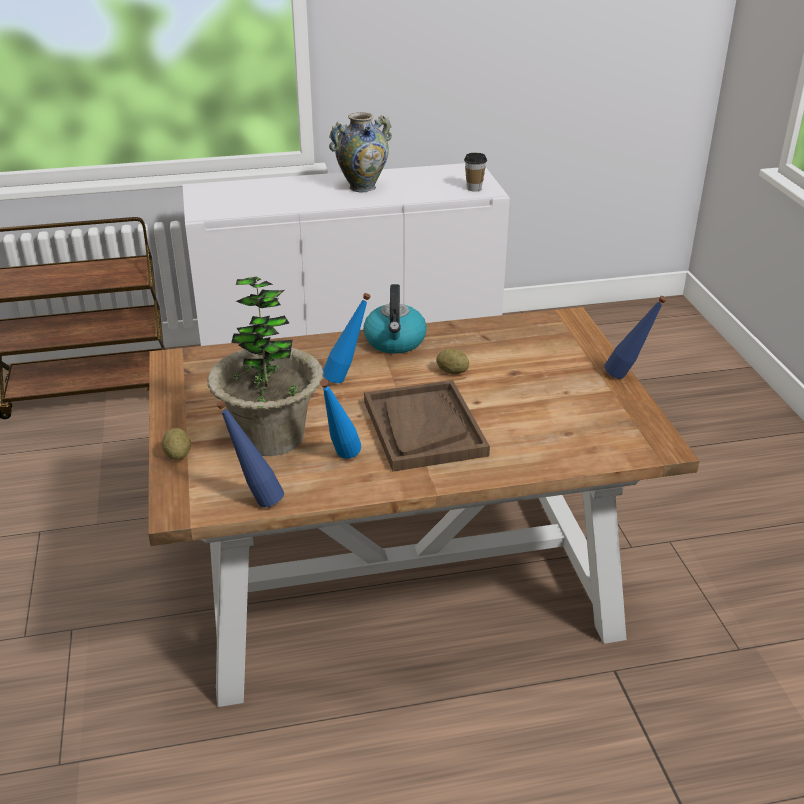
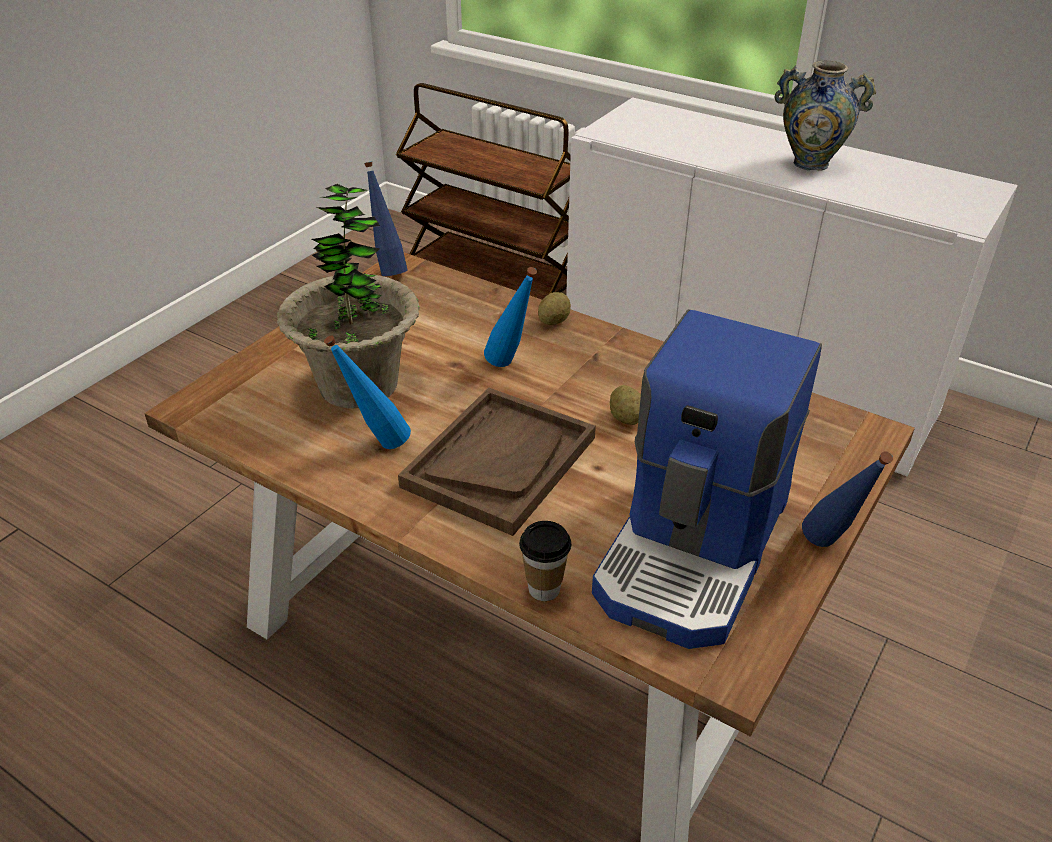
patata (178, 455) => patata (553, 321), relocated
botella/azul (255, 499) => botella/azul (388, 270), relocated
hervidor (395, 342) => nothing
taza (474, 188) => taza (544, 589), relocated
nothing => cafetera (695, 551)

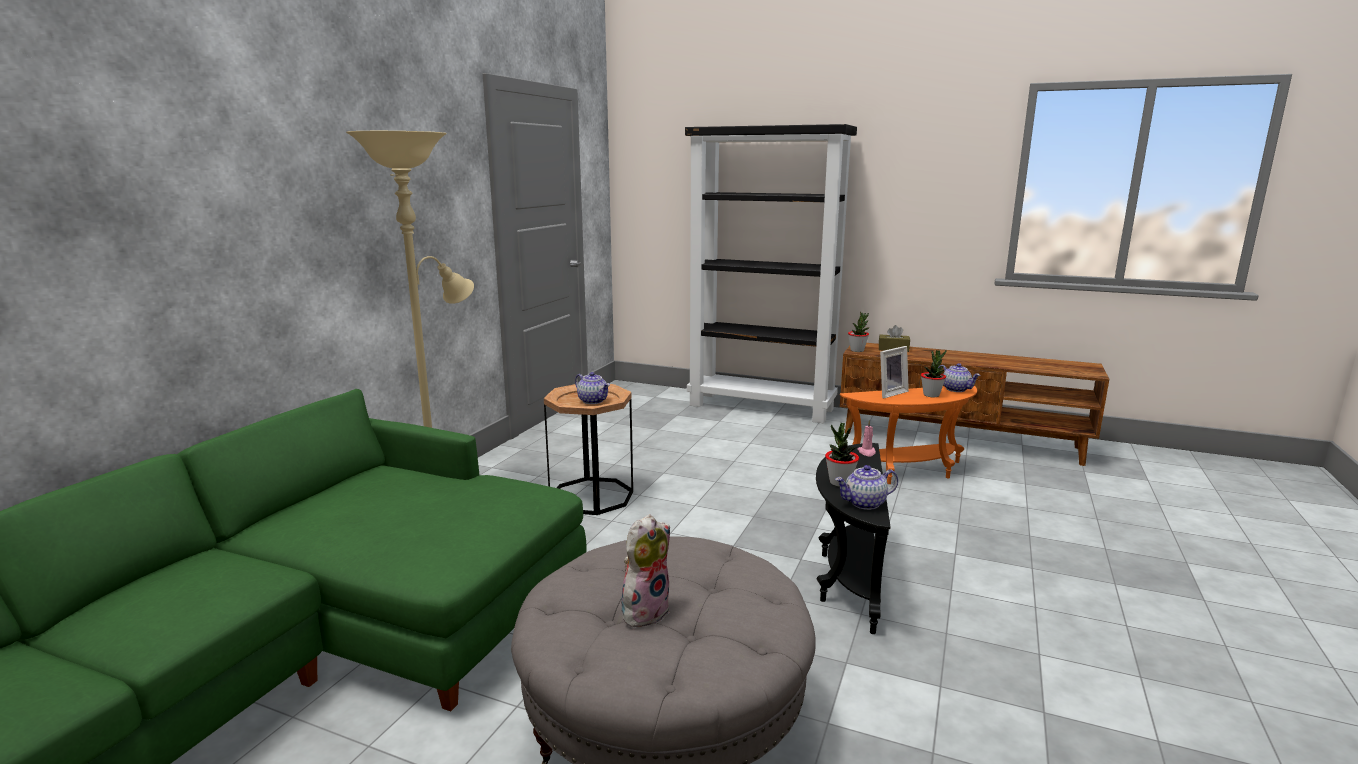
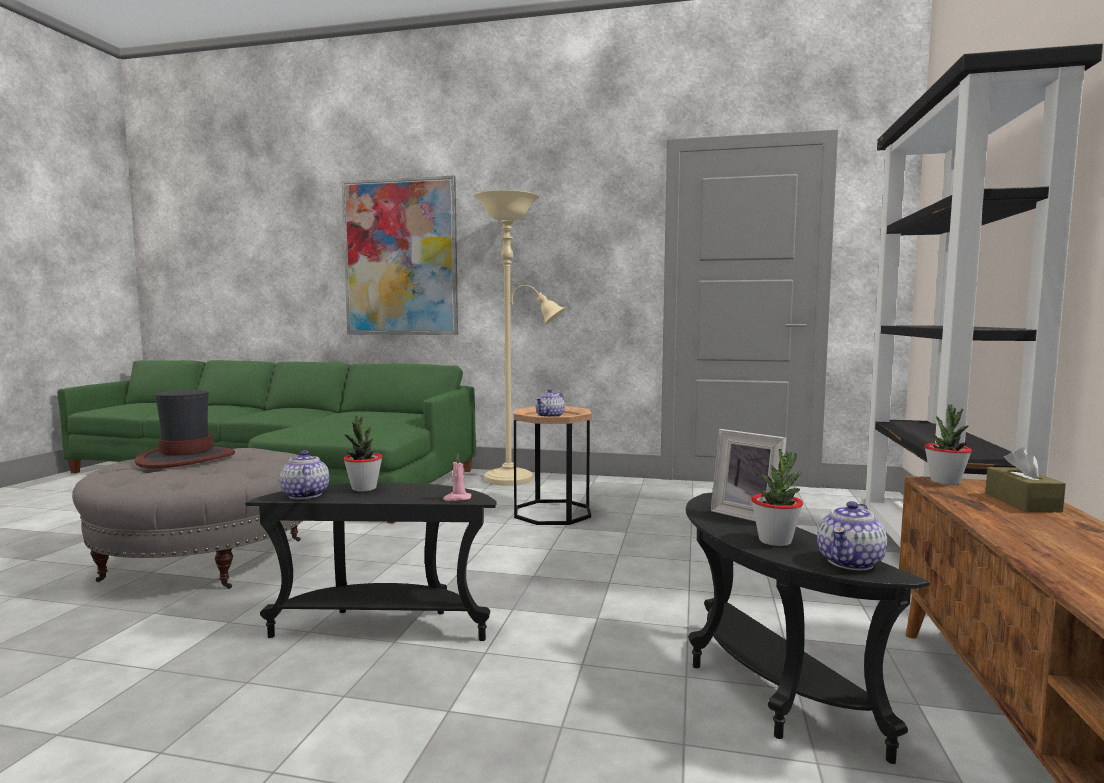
peluche (645, 611) => sombrero (186, 458)
mesa auxiliar/naranja (909, 473) => mesa auxiliar/negro (762, 690)
nothing => cuadro (400, 257)

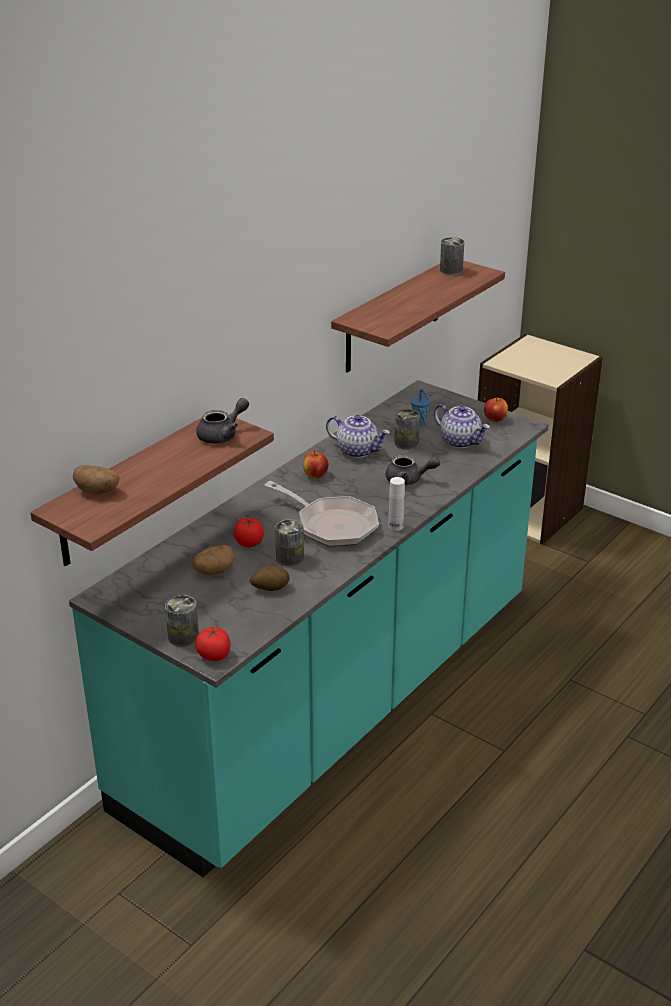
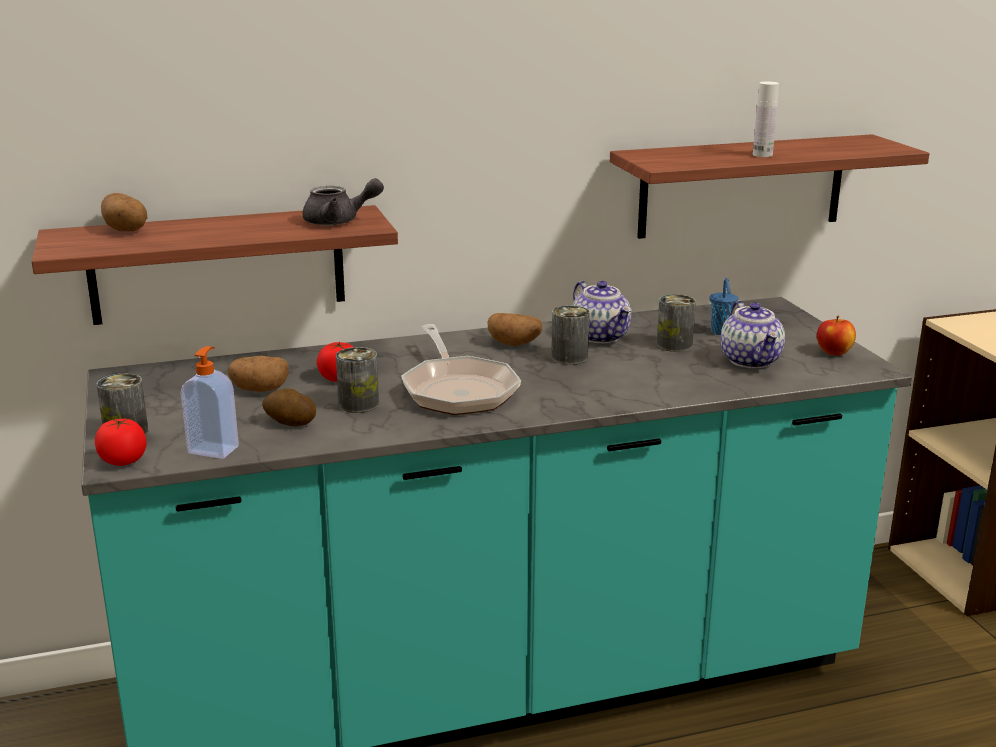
manzana (315, 475) => patata (514, 343)
tetera/gris (408, 480) => nothing
botella/blanco (395, 526) => botella/blanco (762, 155), relocated
lata (451, 270) => lata (569, 357), relocated
nothing => dispensador de jabón (214, 449)

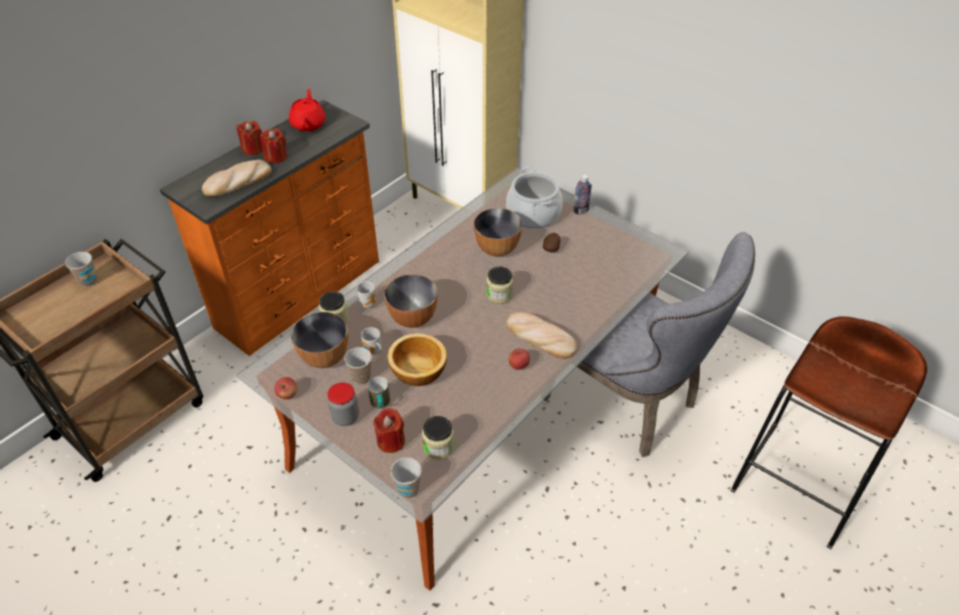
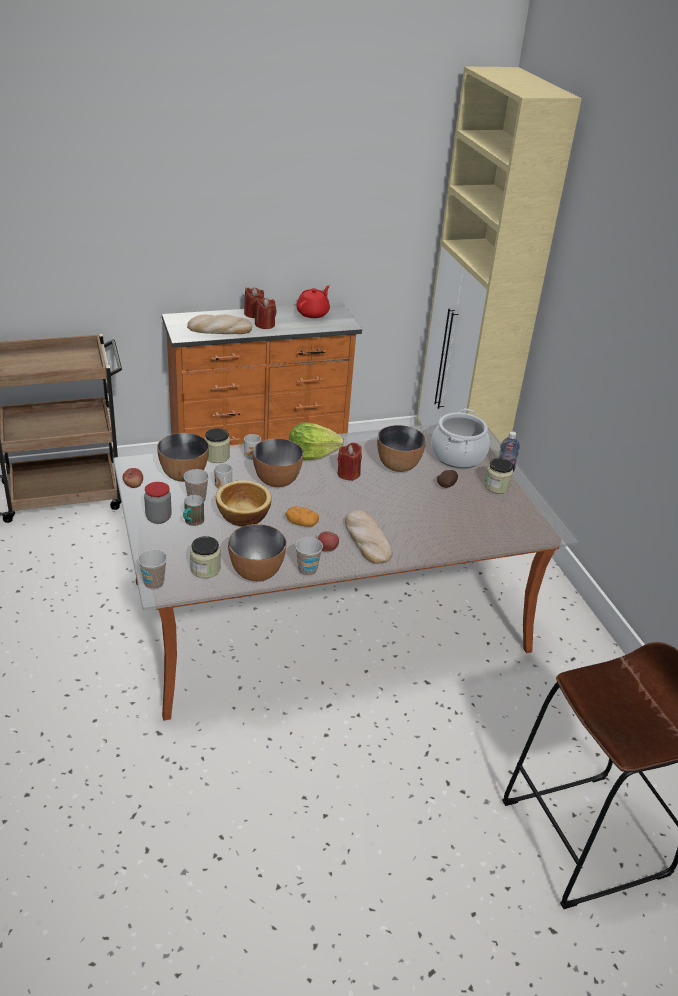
taza (88, 281) => taza (307, 570), relocated
vela/rojo (391, 441) => vela/rojo (348, 474), relocated
tarro (499, 294) => tarro (496, 486), relocated
silla/gris (629, 403) => nothing
nothing => cuenco (256, 573)
nothing => patata (301, 523)
nothing => lechuga (312, 453)

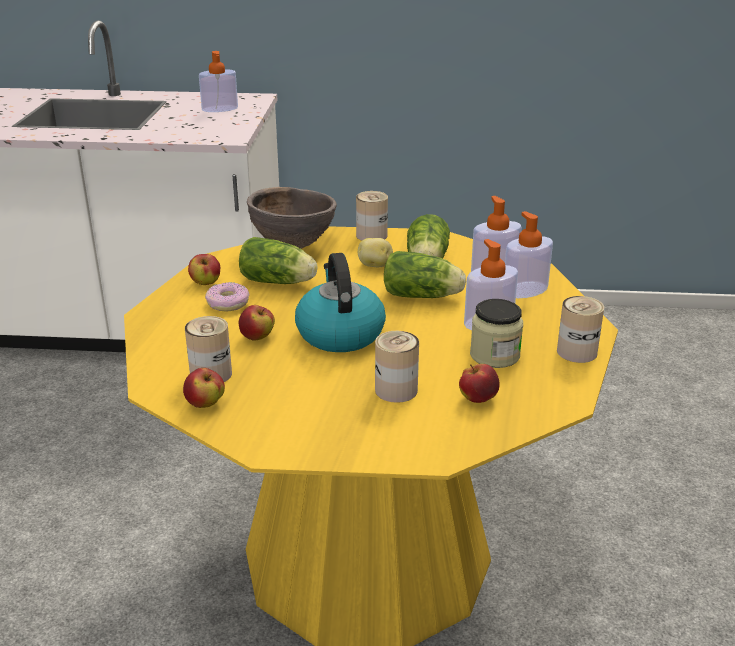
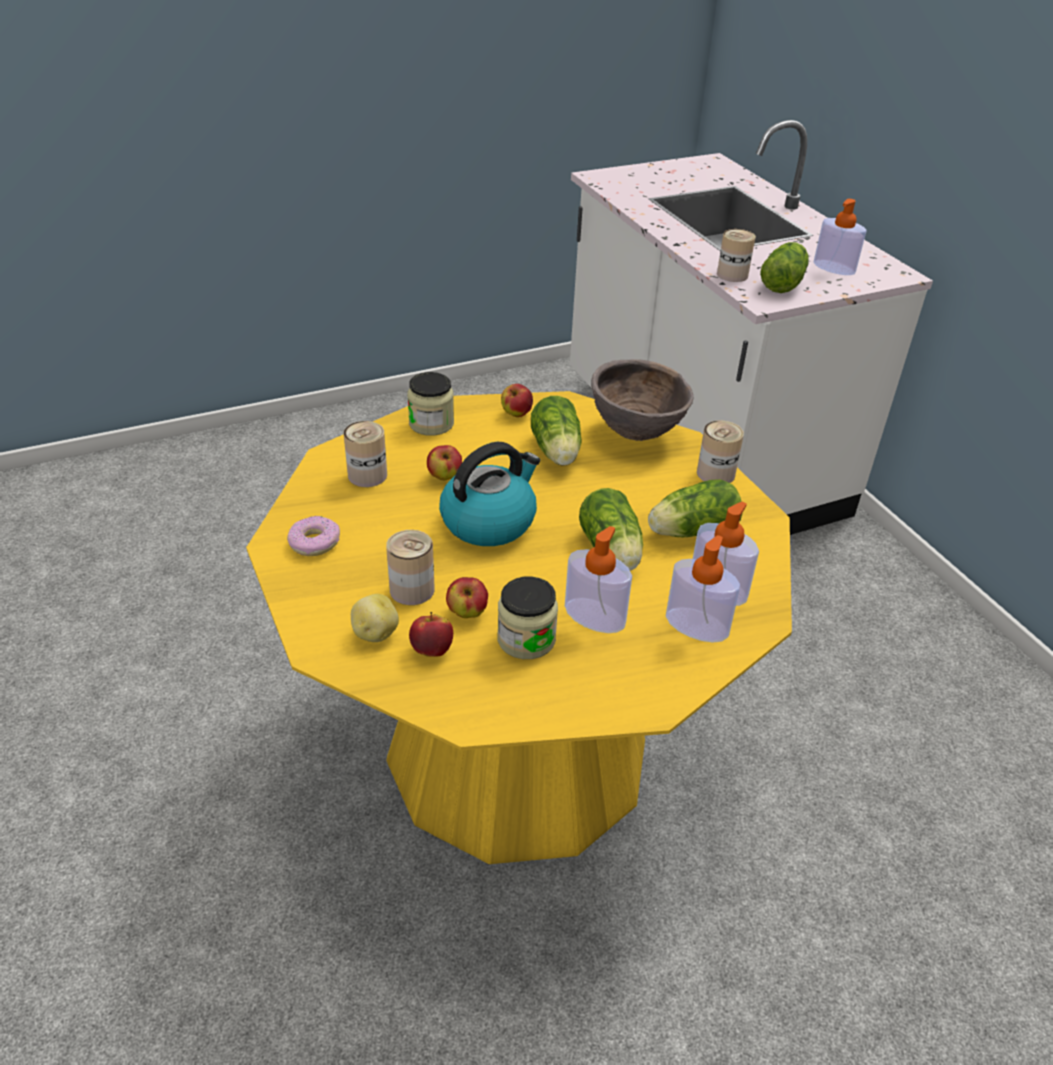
manzana (205, 404) => manzana (467, 612), relocated
rosquilla (227, 303) => rosquilla (314, 542), relocated
patata (375, 265) => patata (374, 633), relocated
lata (577, 352) => lata (732, 275), relocated
nothing => tarro (431, 423)
nothing => lechuga (783, 282)

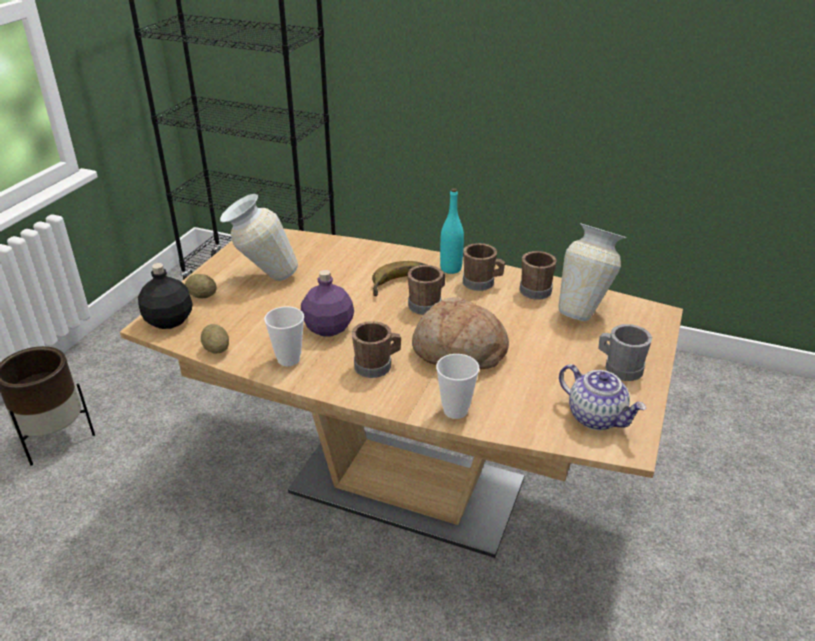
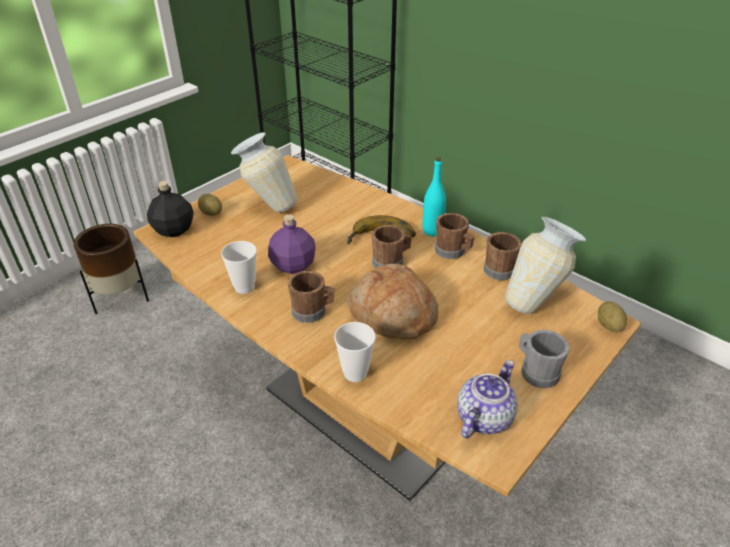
patata (216, 349) => patata (609, 326), relocated
tetera (597, 417) => tetera (483, 417), 120 degrees counterclockwise

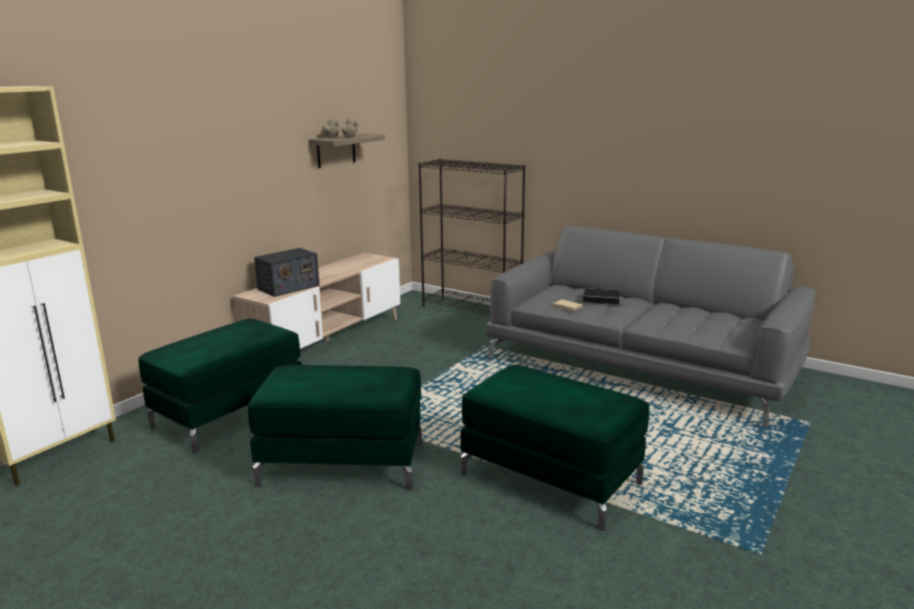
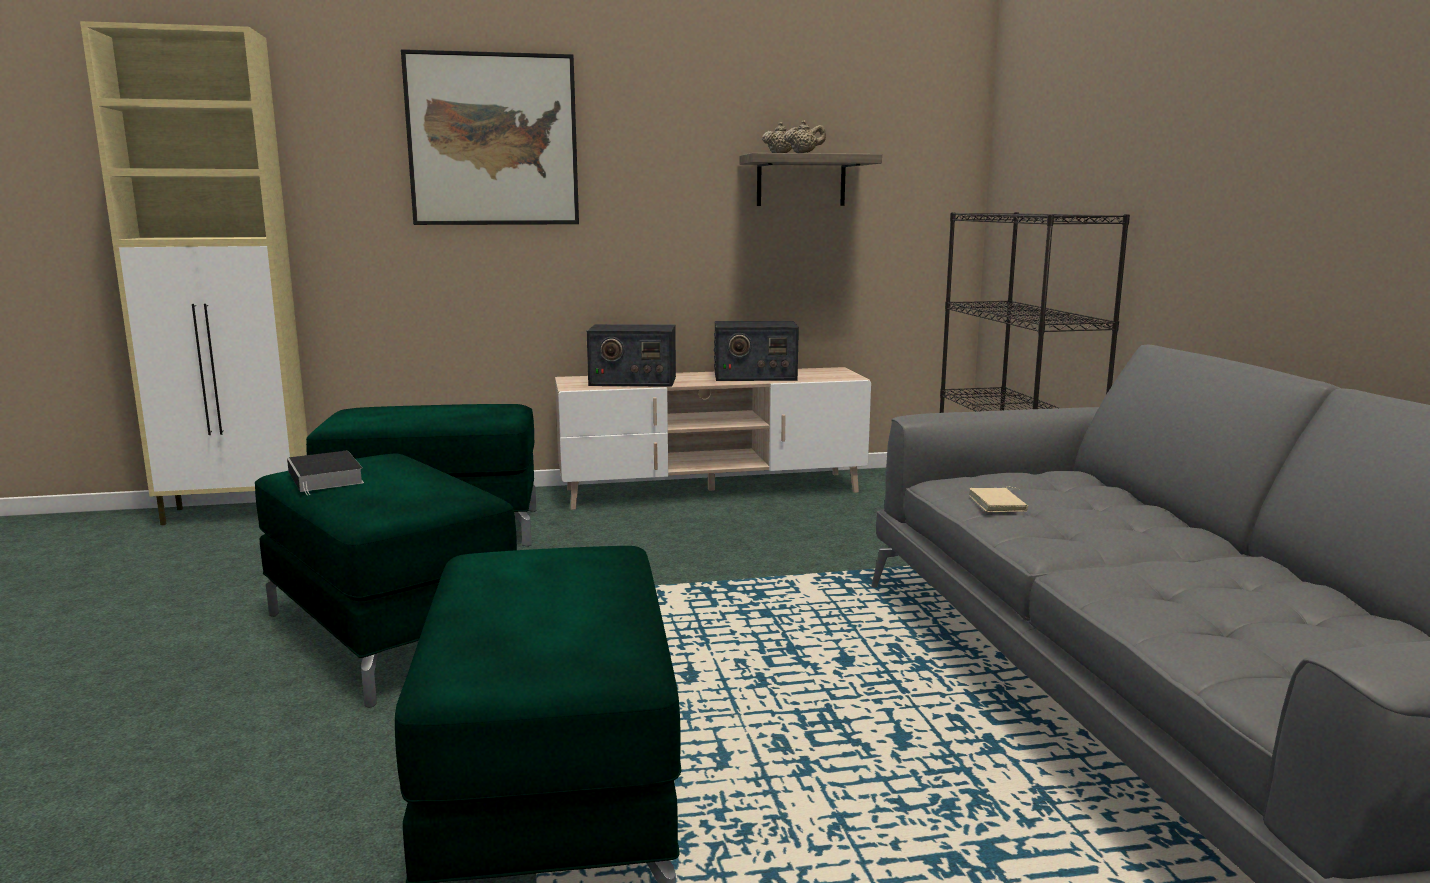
libro (603, 299) => libro (326, 478), relocated
nothing => cuadro (493, 140)
nothing => radio (754, 376)

